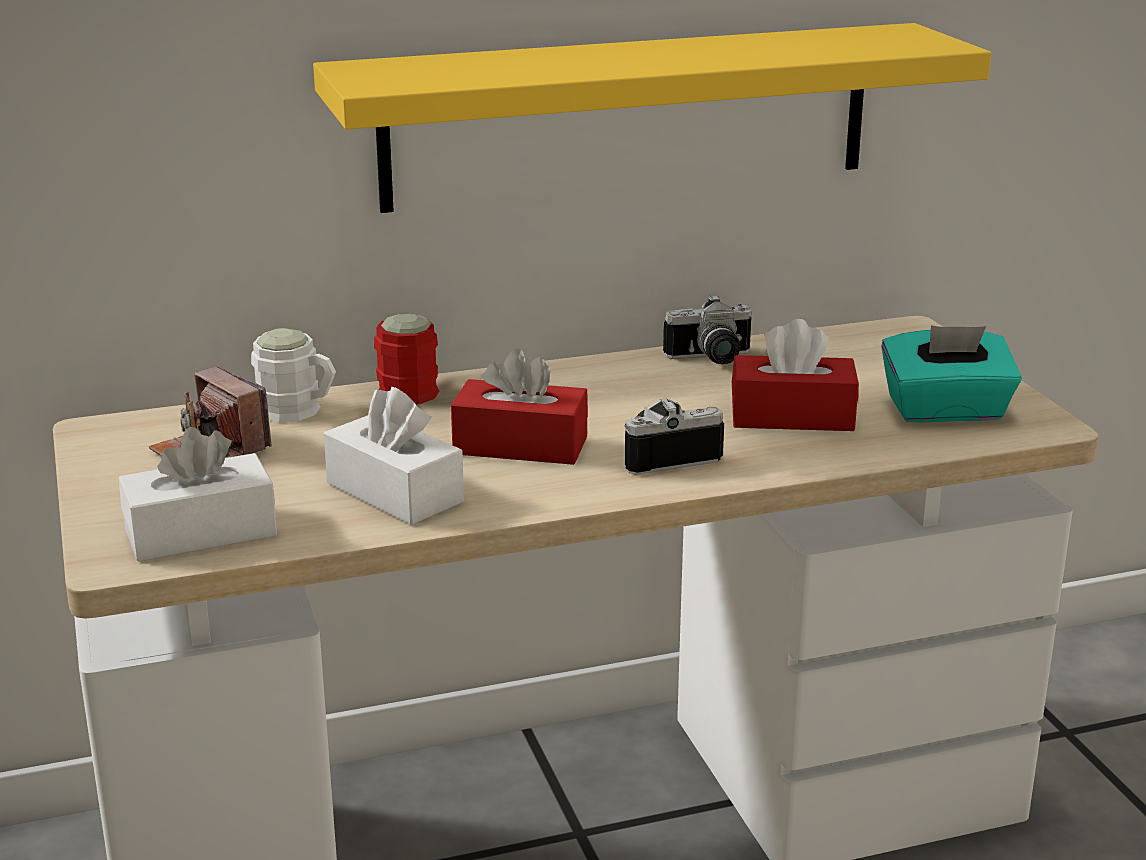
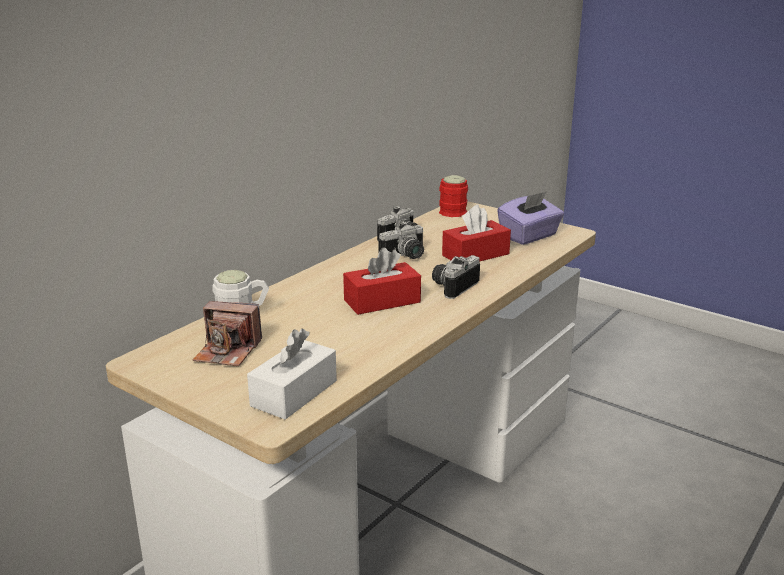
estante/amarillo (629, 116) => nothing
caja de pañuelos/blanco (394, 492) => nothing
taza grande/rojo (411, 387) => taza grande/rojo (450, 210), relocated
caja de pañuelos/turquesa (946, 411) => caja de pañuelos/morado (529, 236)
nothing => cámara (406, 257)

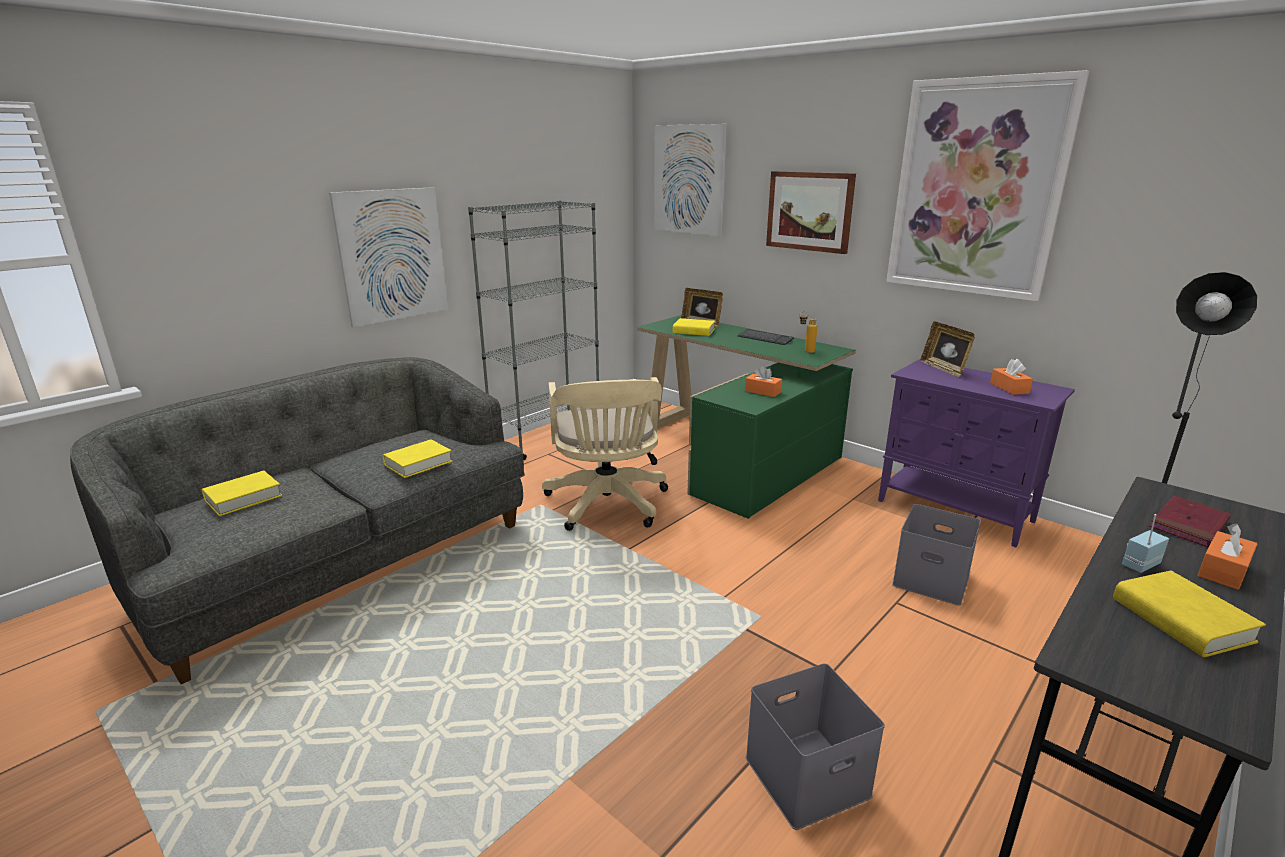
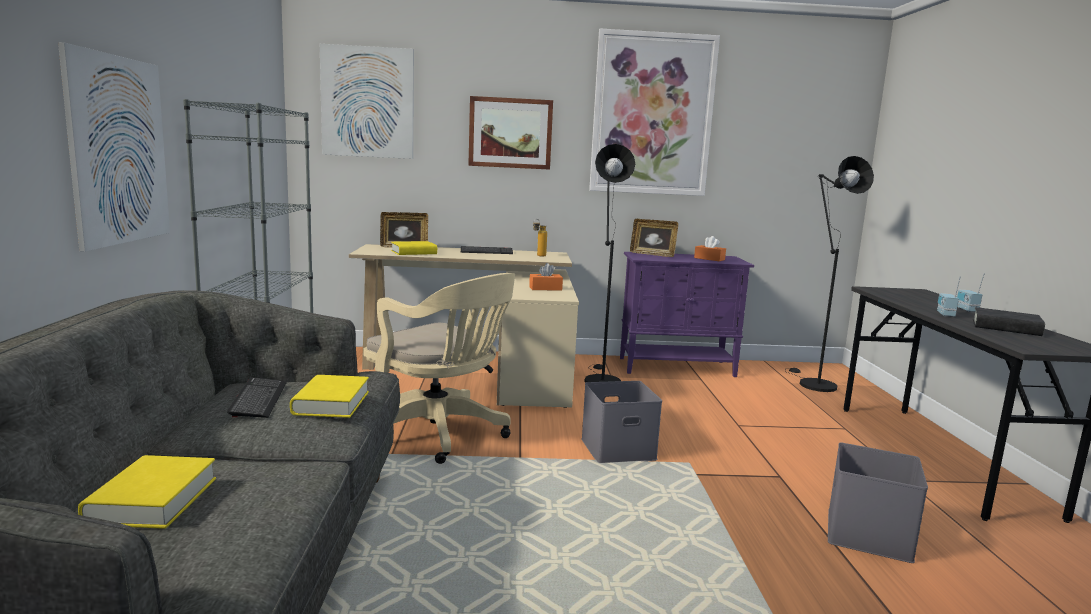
escritorio/verde (737, 454) => escritorio/beis (481, 369)
caja de almacenaje/gris (929, 580) => caja de almacenaje/gris (617, 449), relocated
libro/amarillo (1181, 620) => libro/negro (1006, 327)
libro/rojo (1188, 524) => nothing
caja de pañuelos/naranja (1223, 570) => radio (966, 310)
nothing => teclado (258, 399)
nothing => lámpara de pie/negro (600, 379)

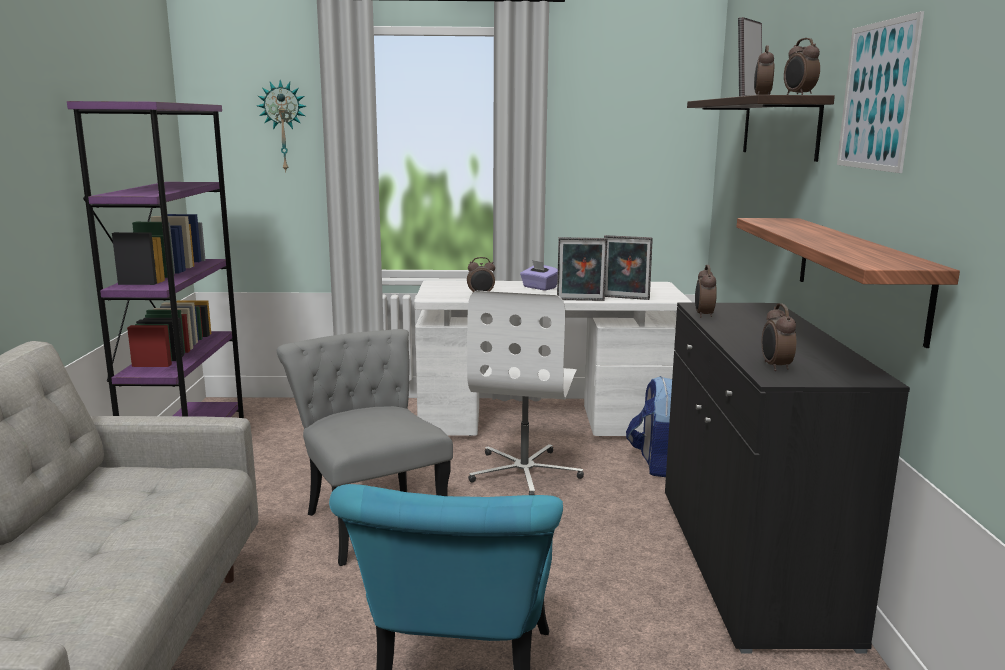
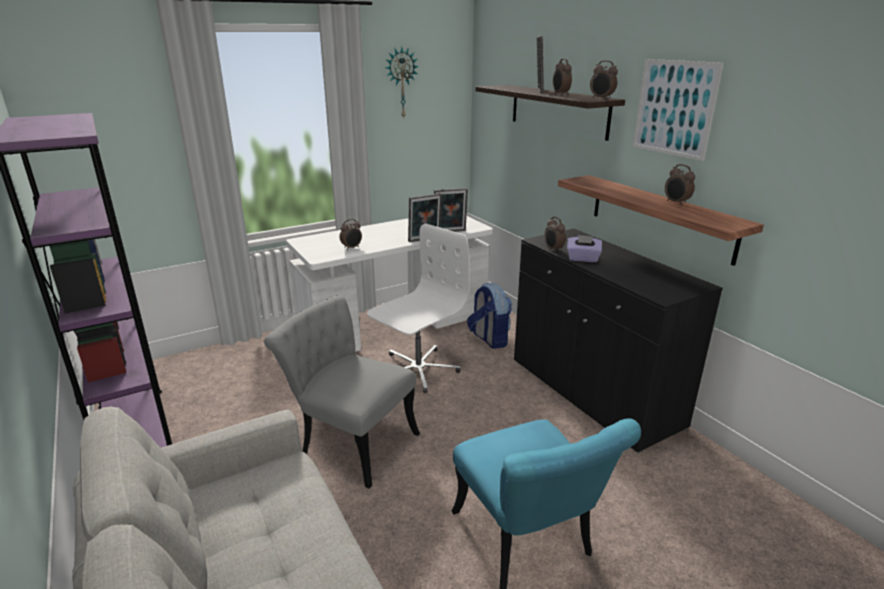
reloj de pared (284, 126) => reloj de pared (401, 83), relocated
silla de oficina/blanco (525, 472) => silla de oficina/blanco (417, 369), 120 degrees counterclockwise
caja de pañuelos/morado (539, 287) => caja de pañuelos/morado (583, 259), relocated
despertador (775, 367) => despertador (676, 203), relocated

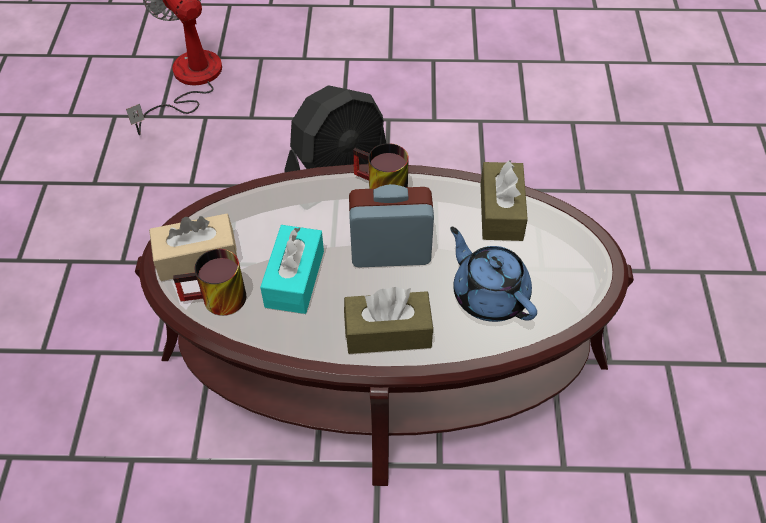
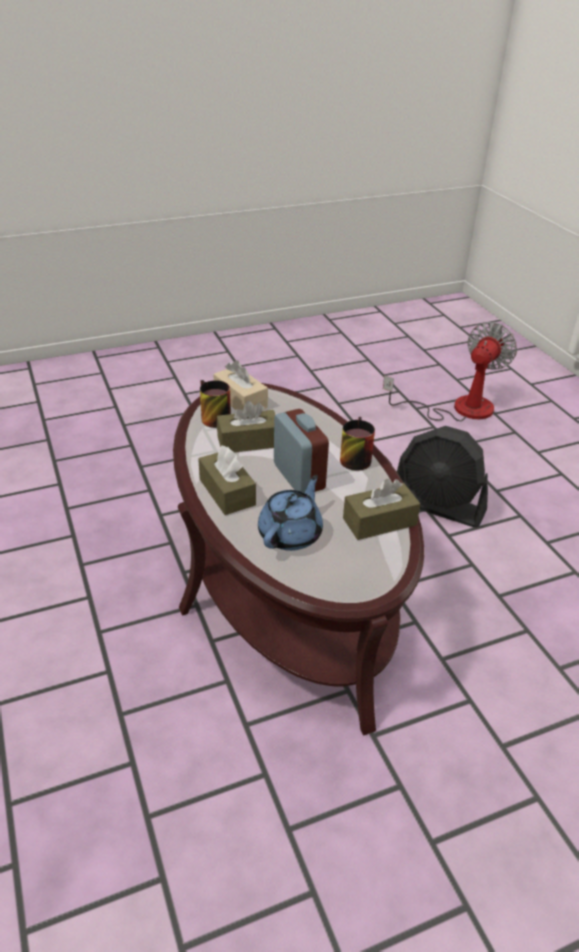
caja de pañuelos/turquesa (294, 279) => caja de pañuelos/marrón (248, 442)

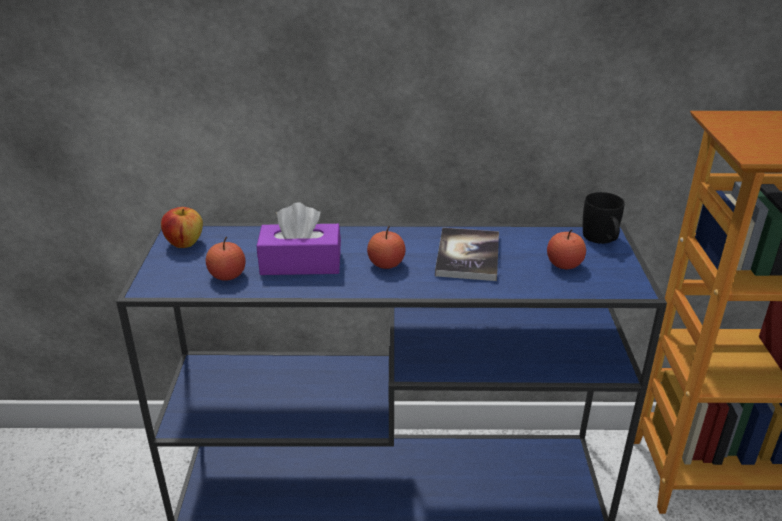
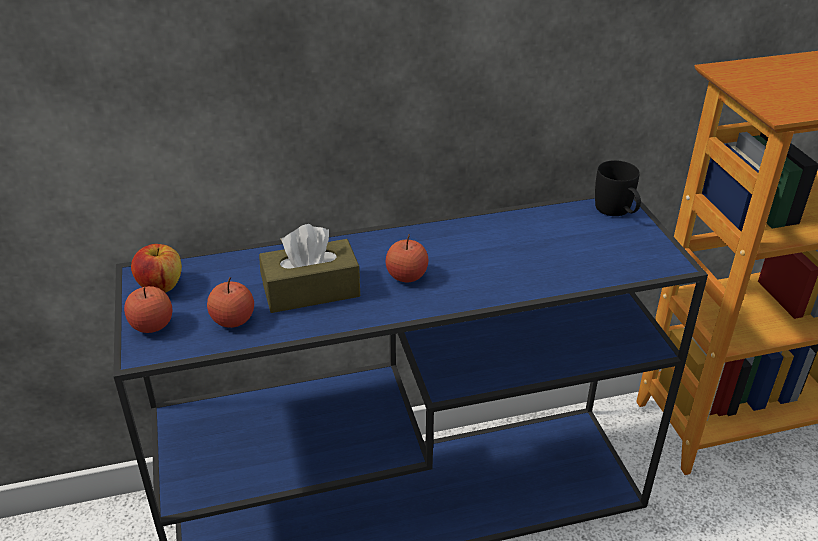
caja de pañuelos/morado (301, 263) => caja de pañuelos/marrón (311, 291)
libro (468, 256) => nothing
manzana (564, 265) => manzana (152, 325), relocated

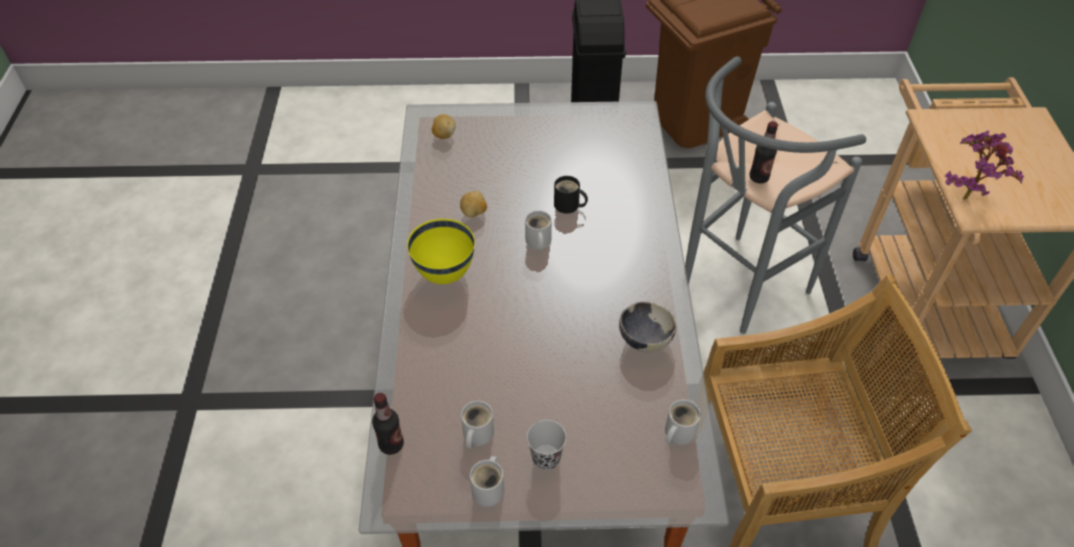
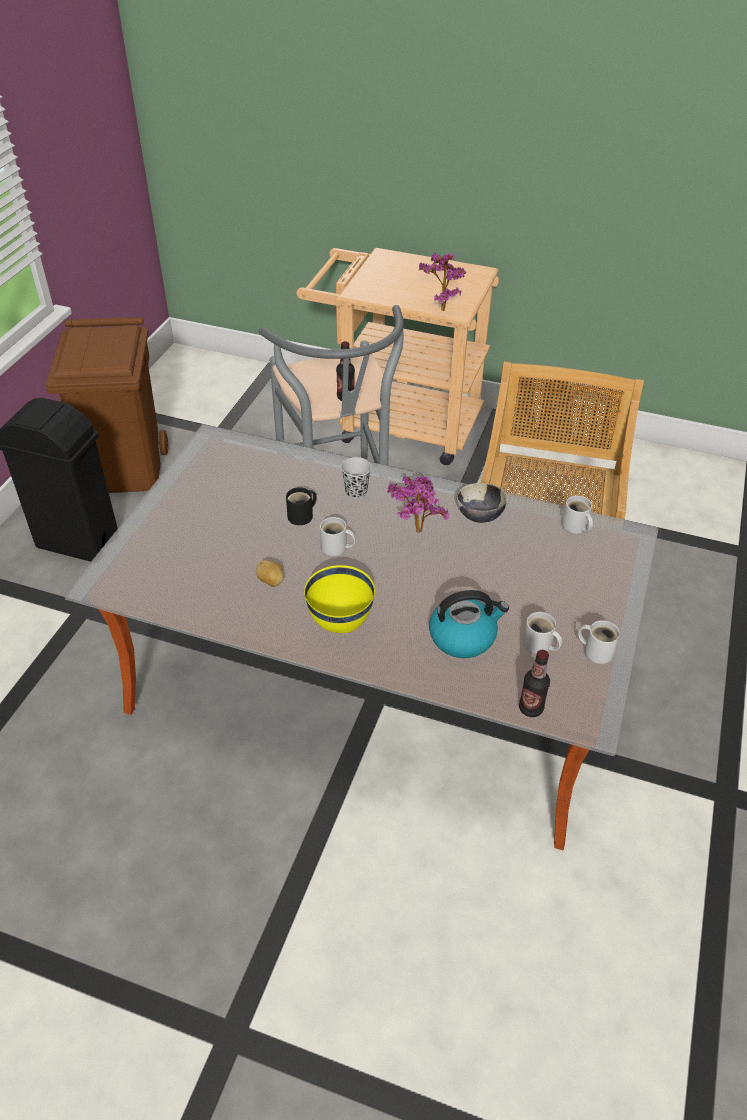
patata (444, 135) => nothing
taza/negro (546, 458) => taza/negro (356, 492), relocated
nothing => planta en maceta (414, 533)
nothing => hervidor (463, 637)

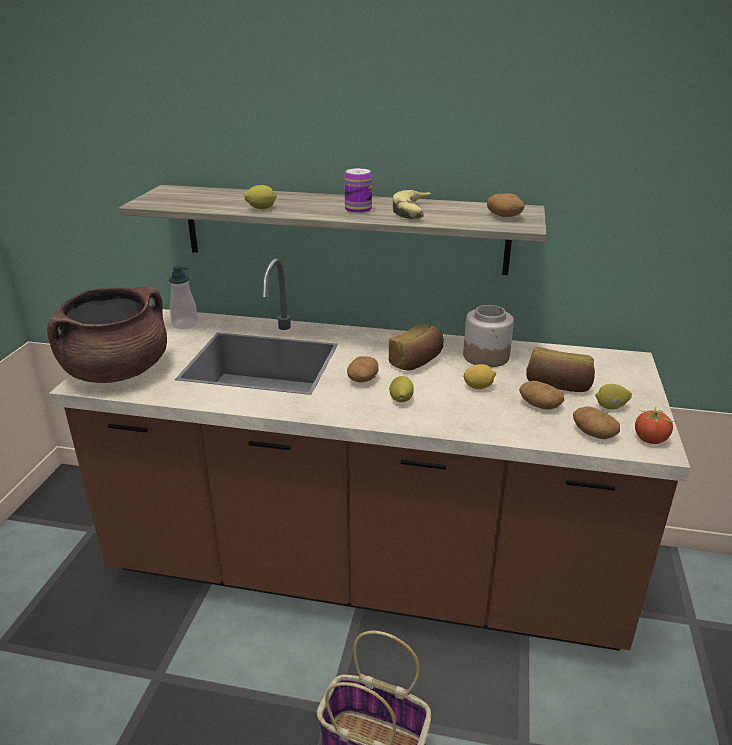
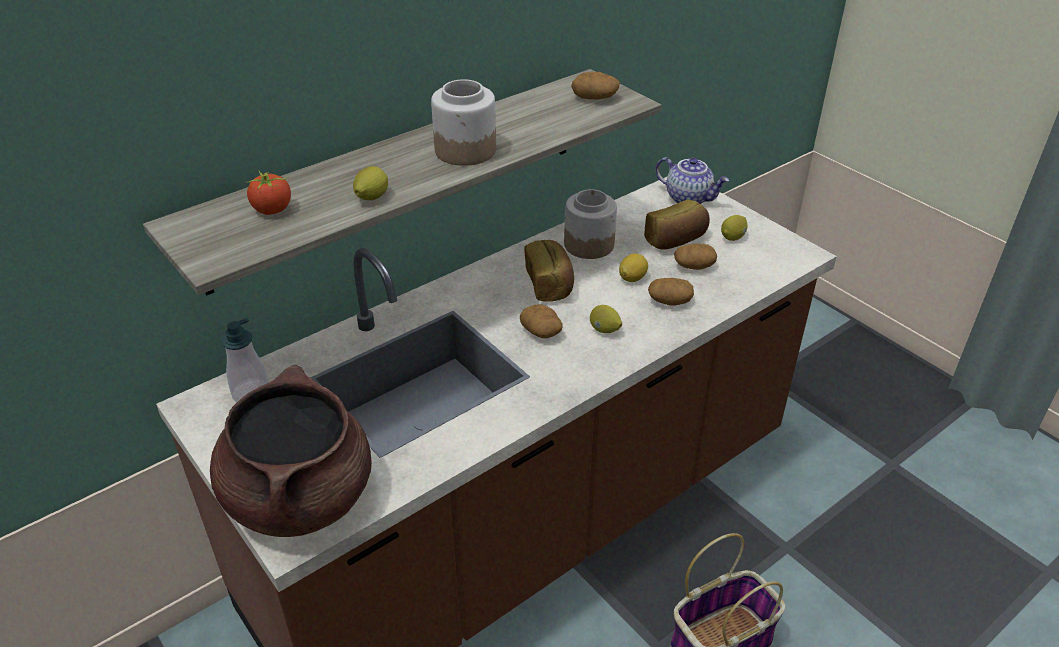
lata (358, 210) => tarro (466, 150)
plátano (413, 212) => nothing
patata (593, 433) => patata (669, 301), relocated
tomate (650, 440) => tomate (273, 210), relocated
nothing => tetera (689, 198)

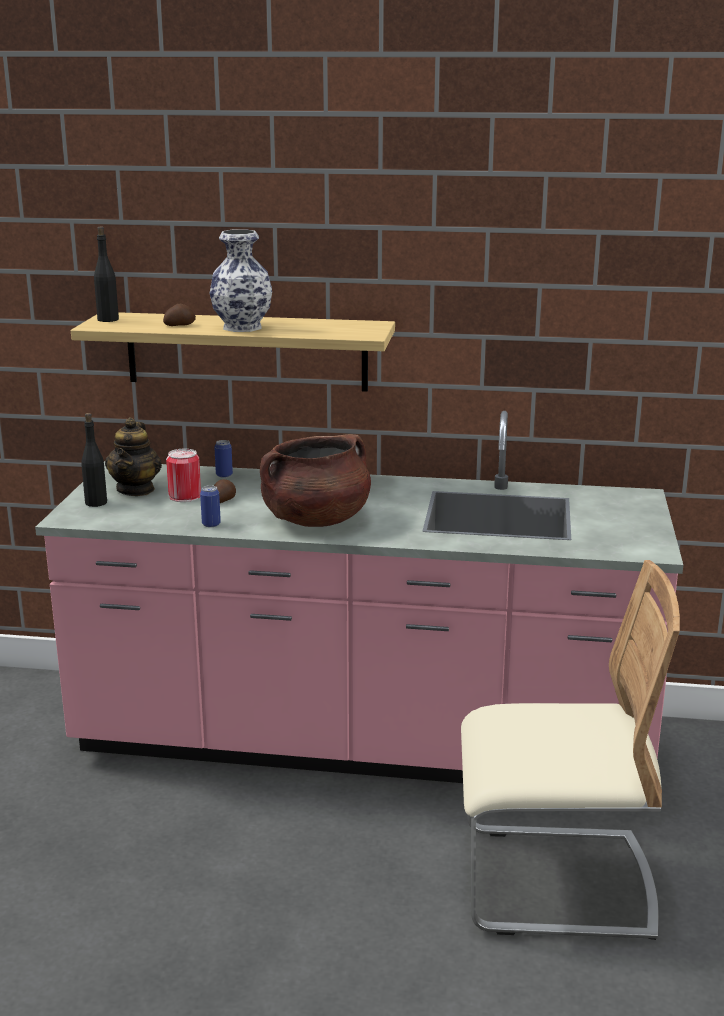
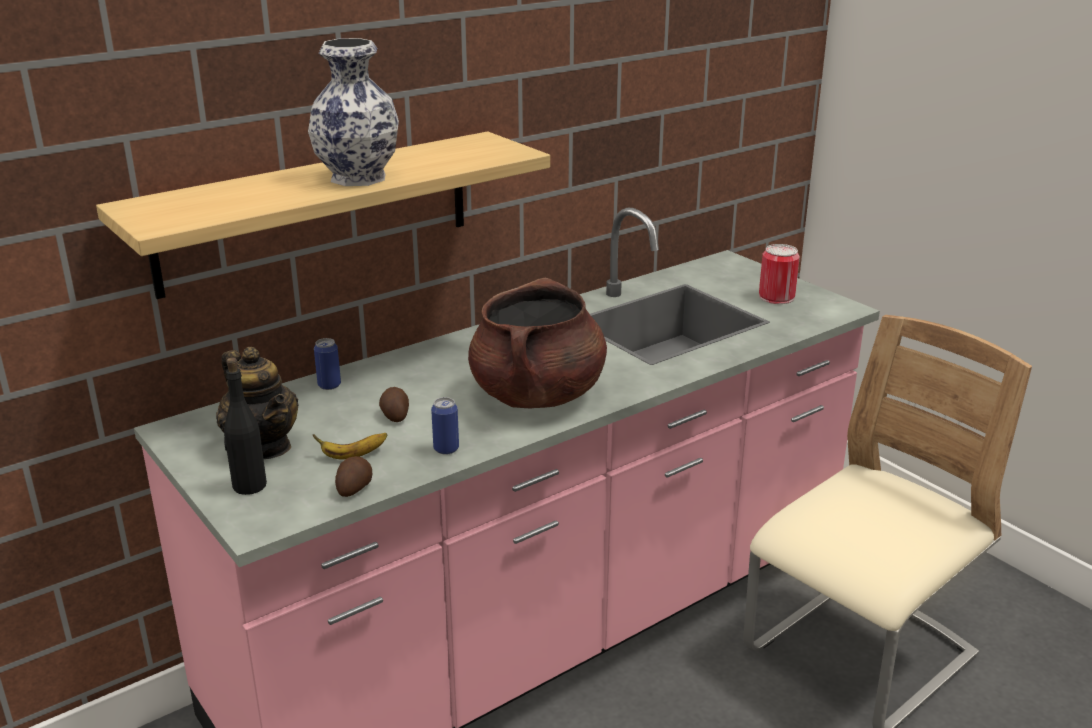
botella/negro (107, 319) => nothing
patata (179, 325) => patata (353, 488), relocated
lata (185, 496) => lata (776, 297), relocated
nothing => plátano (353, 456)

